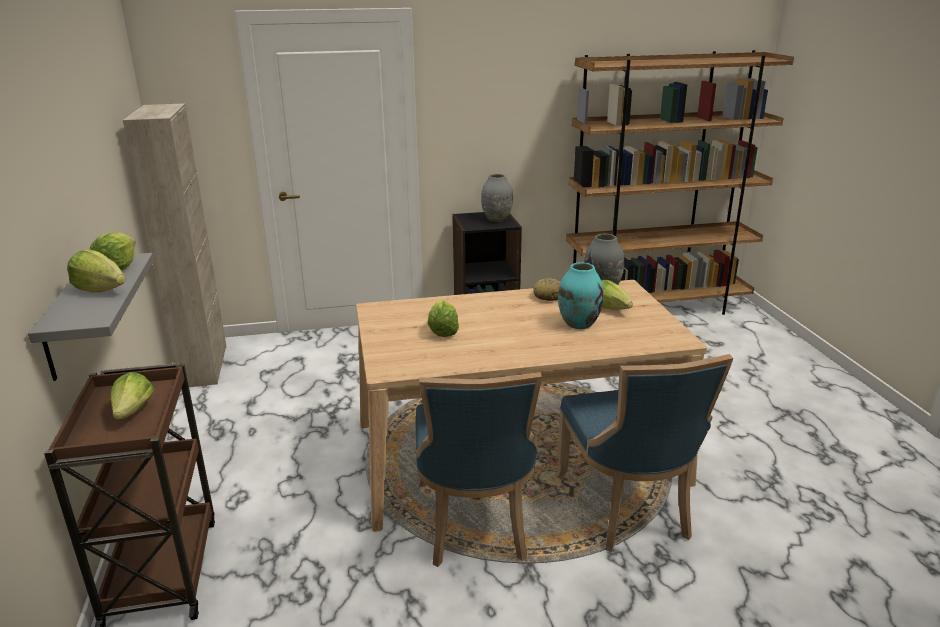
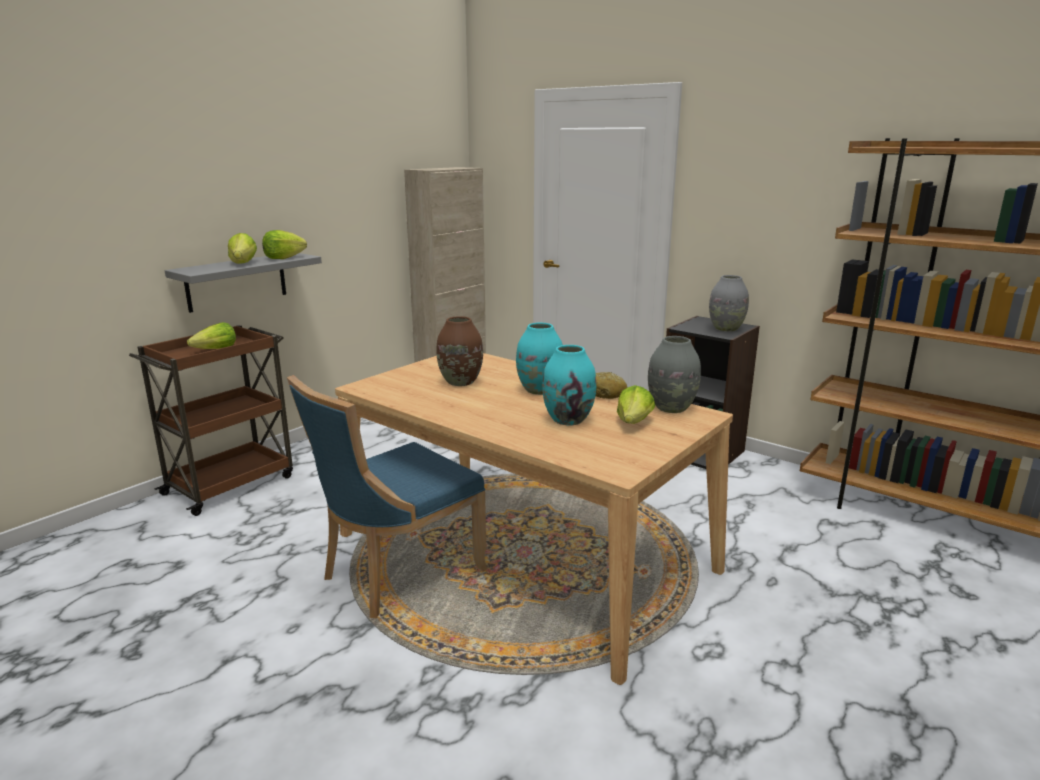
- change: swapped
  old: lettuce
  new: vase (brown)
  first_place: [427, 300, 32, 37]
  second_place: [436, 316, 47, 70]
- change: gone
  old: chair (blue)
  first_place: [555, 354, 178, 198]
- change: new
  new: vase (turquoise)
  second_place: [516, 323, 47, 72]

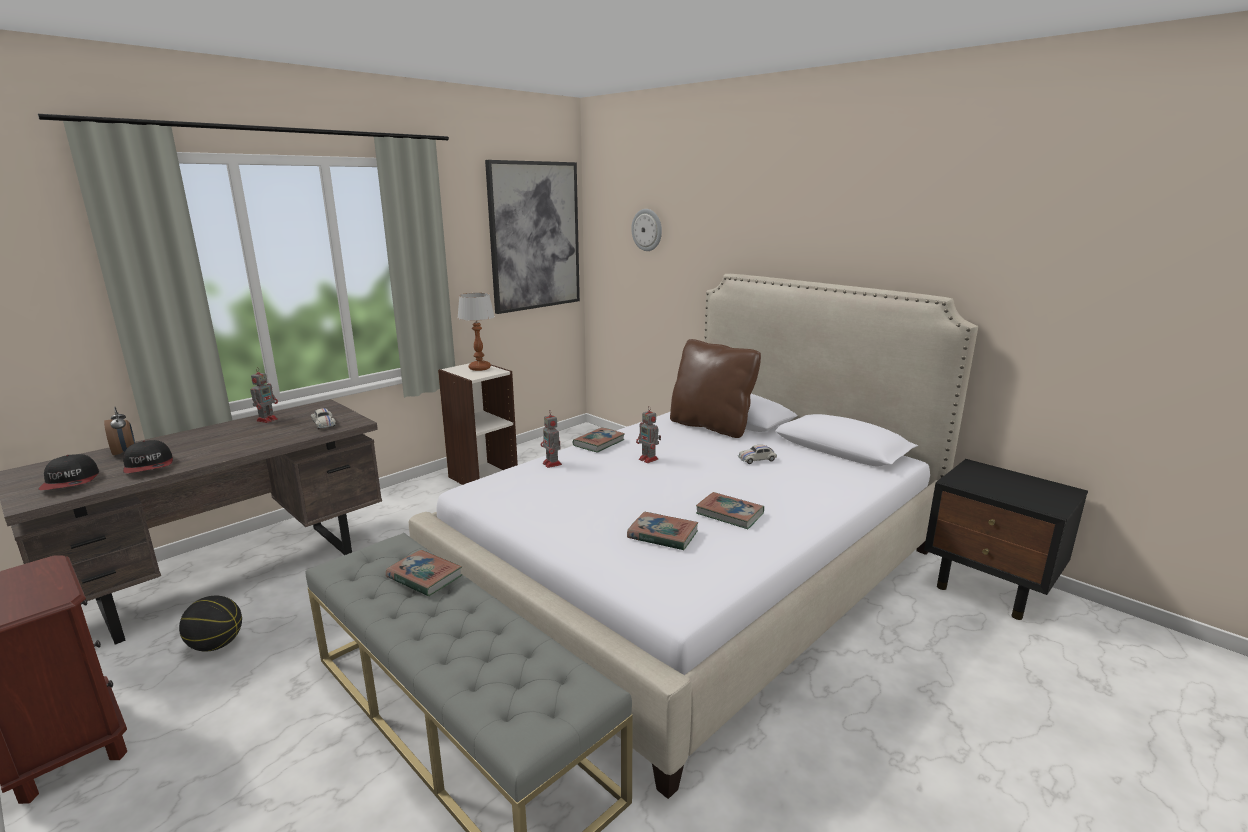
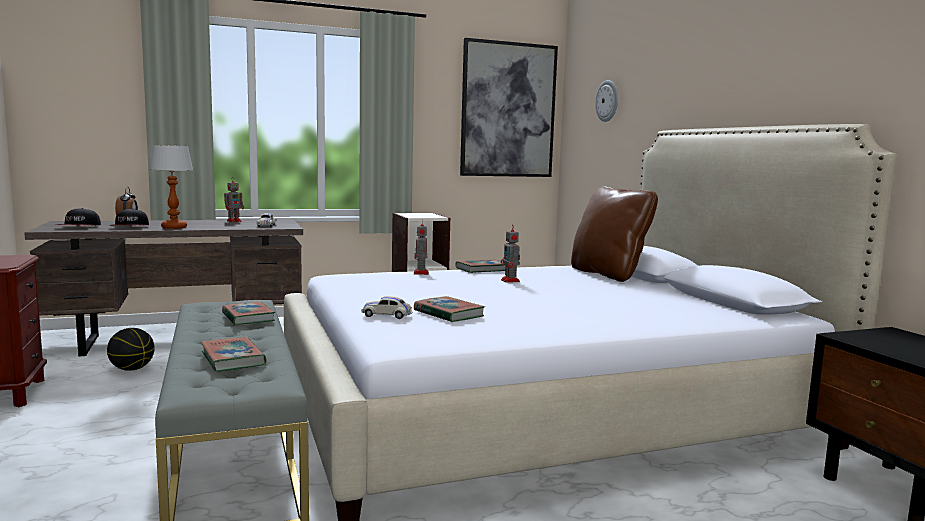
- change: shifted
  old: table lamp
  first_place: [457, 293, 38, 78]
  second_place: [150, 145, 43, 84]
- change: shifted
  old: toy car (white)
  first_place: [738, 445, 39, 19]
  second_place: [361, 296, 51, 23]
- change: shifted
  old: book
  first_place: [696, 492, 68, 37]
  second_place: [201, 337, 65, 35]

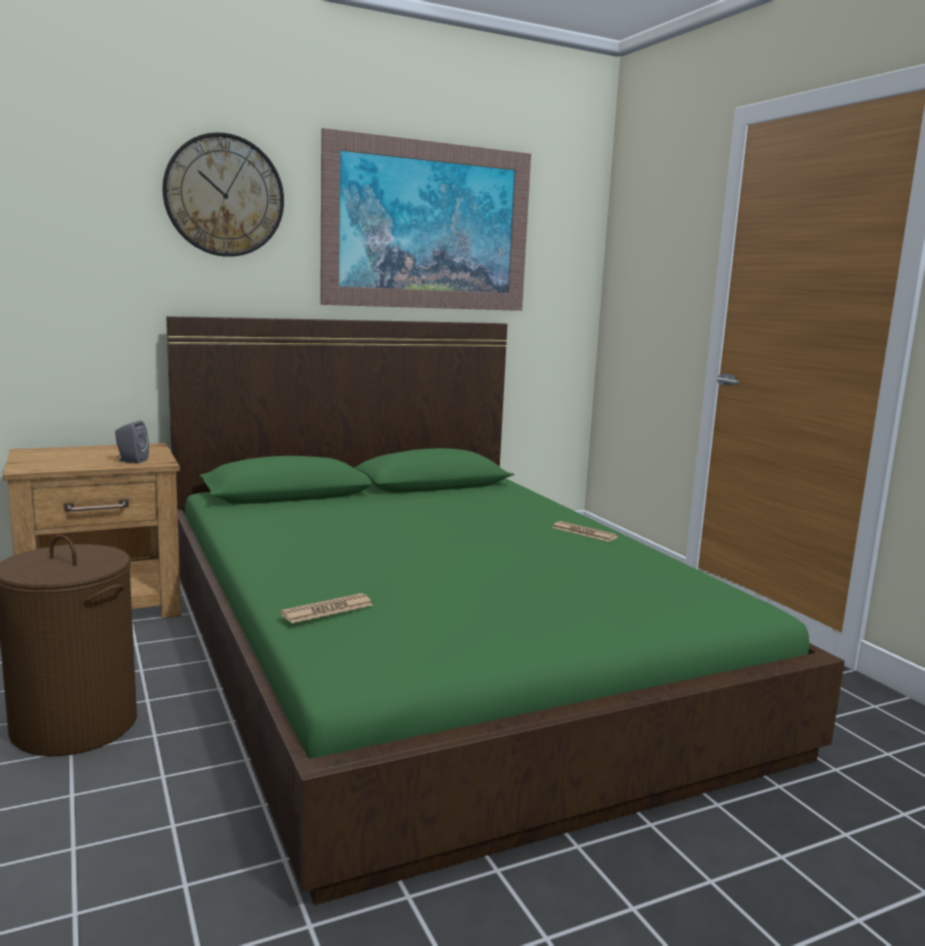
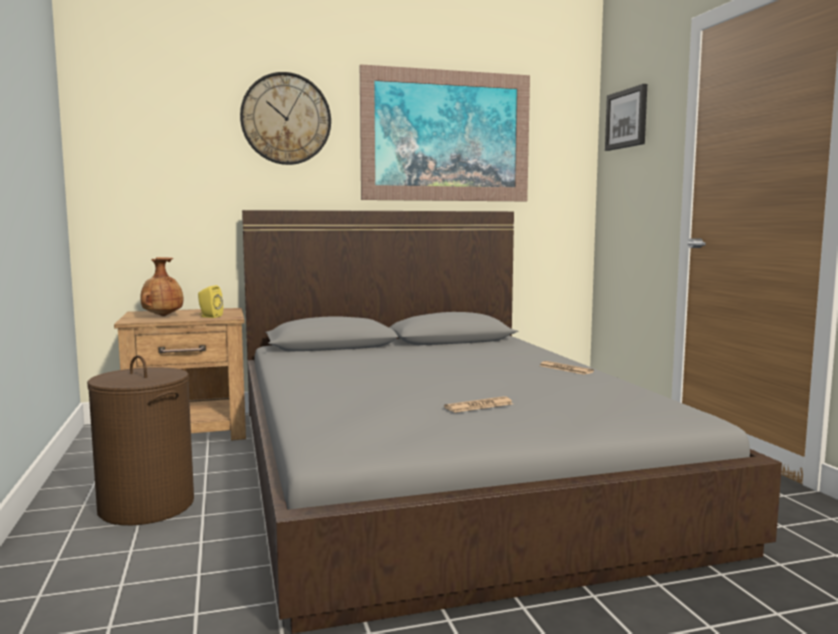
- change: repainted
  old: bed (green)
  new: bed (grey)
  first_place: [166, 316, 679, 589]
  second_place: [242, 210, 540, 424]
- change: repainted
  old: speaker (grey)
  new: speaker (yellow)
  first_place: [115, 420, 34, 44]
  second_place: [198, 285, 25, 33]
- change: shifted
  old: newspaper
  first_place: [280, 593, 92, 30]
  second_place: [444, 396, 69, 17]
- change: new
  new: picture
  second_place: [605, 84, 42, 67]
- change: new
  new: vase (brown)
  second_place: [140, 257, 43, 59]

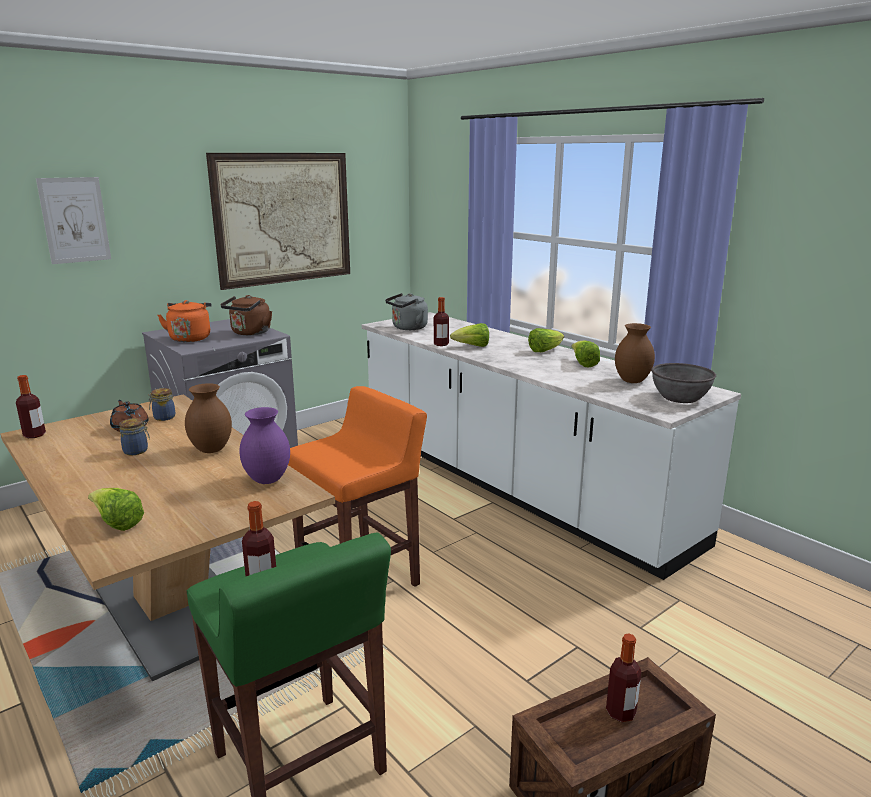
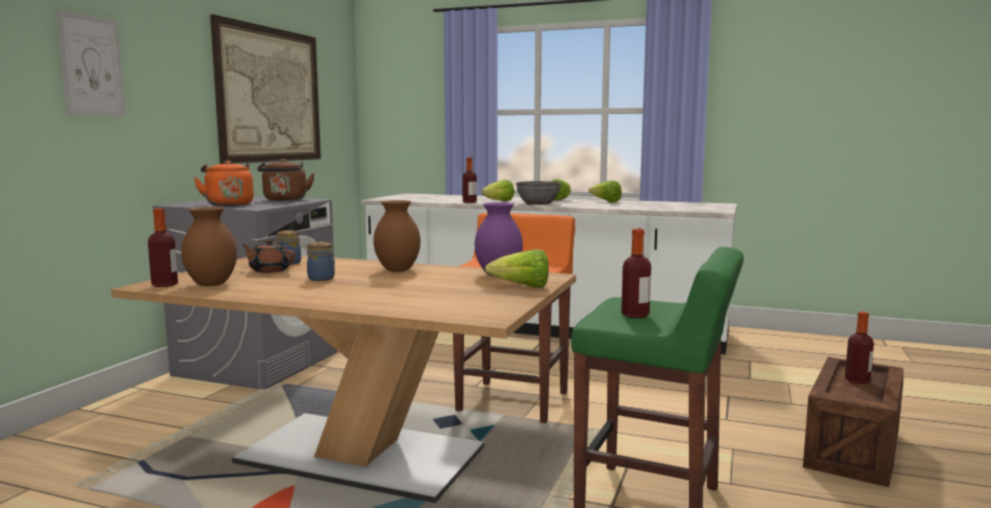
- change: gone
  old: kettle (grey)
  first_place: [385, 293, 43, 37]
- change: shifted
  old: vase (brown)
  first_place: [615, 323, 40, 60]
  second_place: [181, 207, 56, 79]
- change: shifted
  old: bowl (grey)
  first_place: [651, 363, 65, 40]
  second_place: [516, 181, 45, 24]
- change: shifted
  old: lettuce
  first_place: [88, 488, 56, 43]
  second_place: [485, 249, 64, 39]

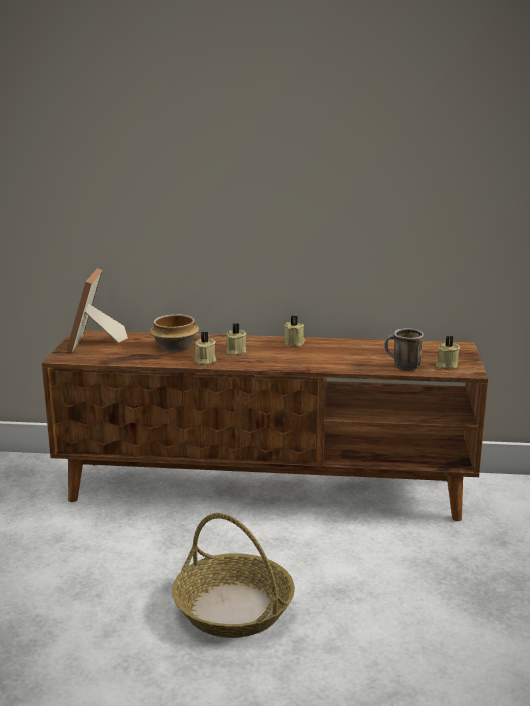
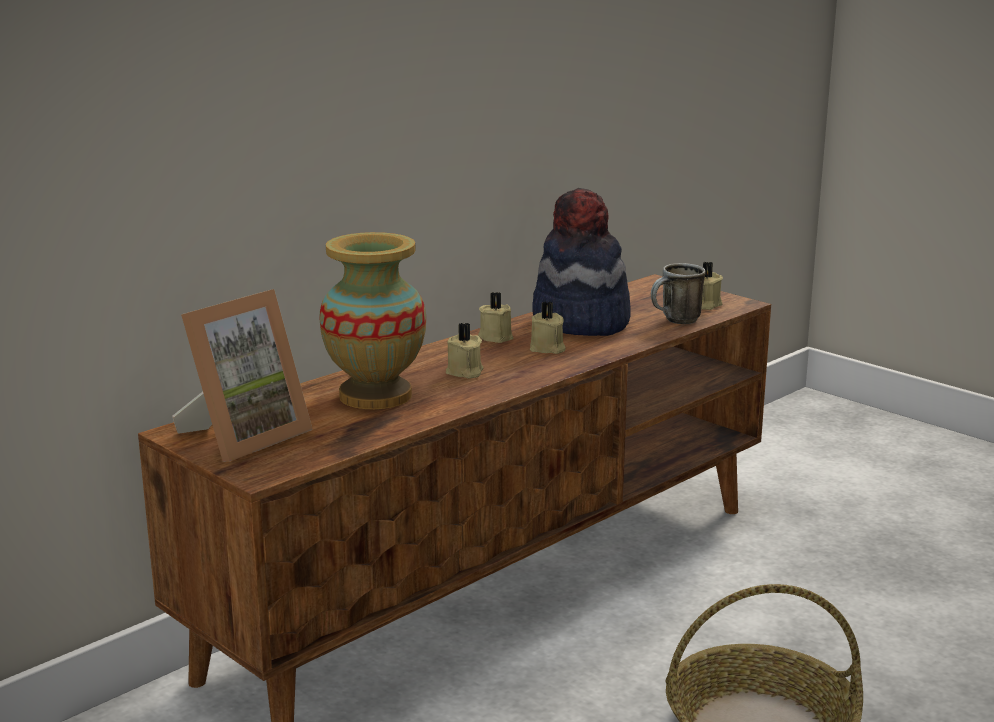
- change: rotated
  old: picture frame
  first_place: [66, 268, 62, 85]
  second_place: [172, 289, 141, 173]
  degrees: -90
- change: swapped
  old: bowl
  new: vase
  first_place: [150, 314, 49, 38]
  second_place: [319, 232, 107, 177]
- change: shifted
  old: candle (beige)
  first_place: [194, 332, 22, 33]
  second_place: [530, 302, 36, 52]
- change: new
  new: hat
  second_place: [532, 188, 99, 148]

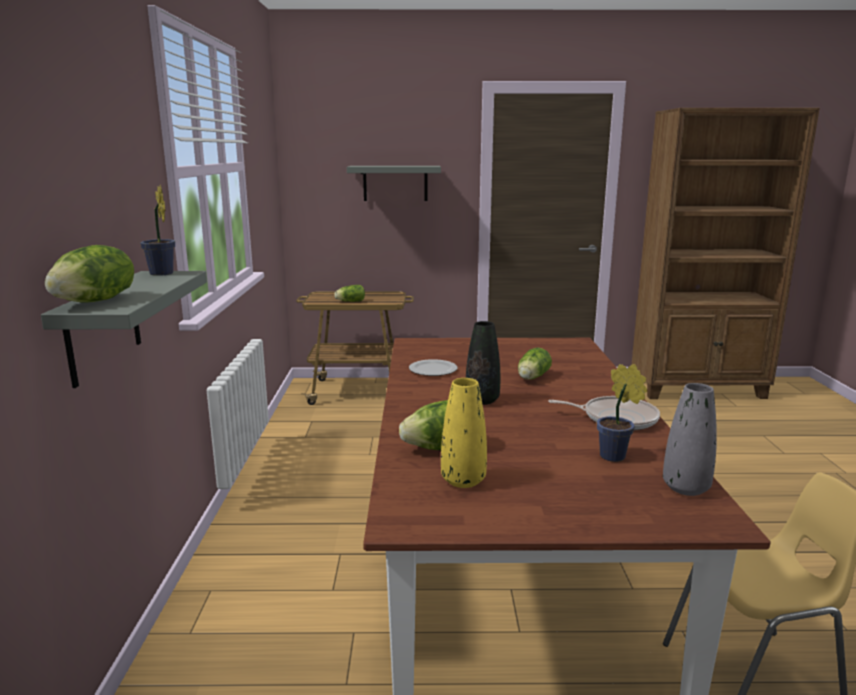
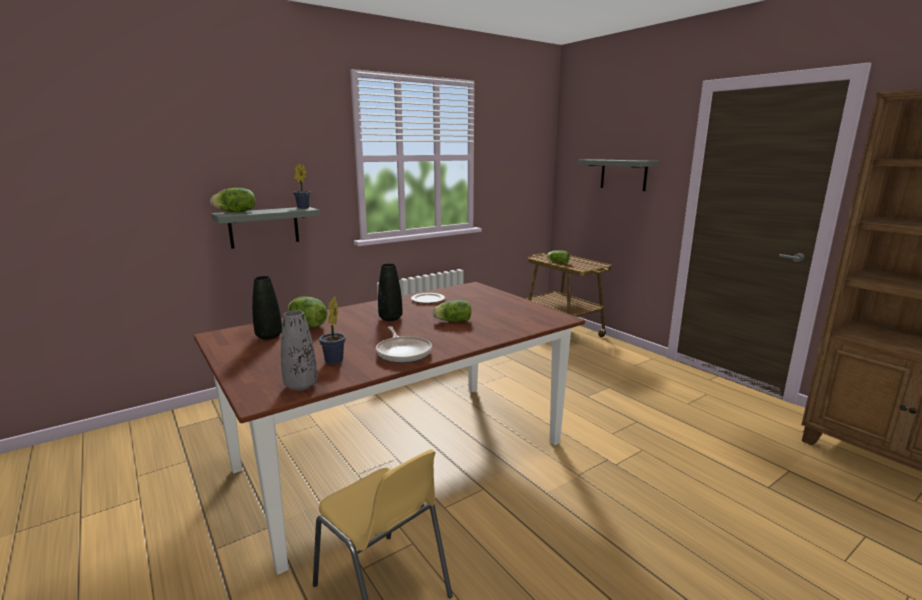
- change: repainted
  old: vase (yellow)
  new: vase (black)
  first_place: [441, 378, 46, 110]
  second_place: [252, 276, 30, 64]

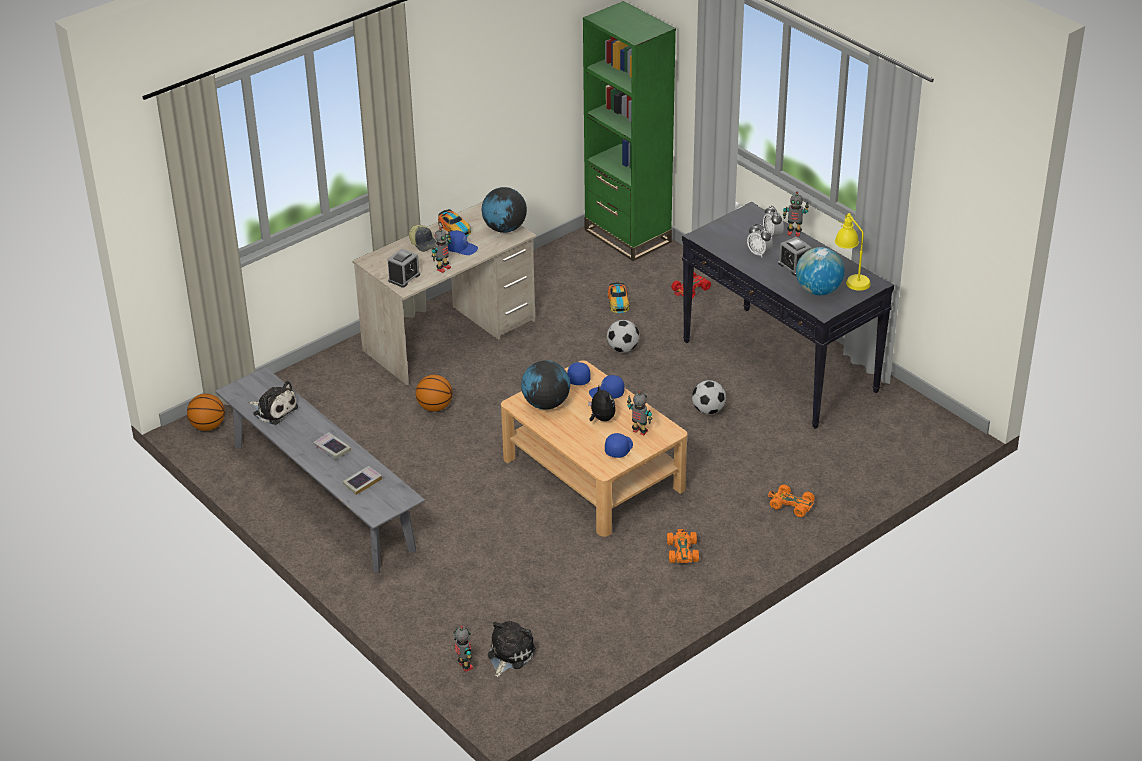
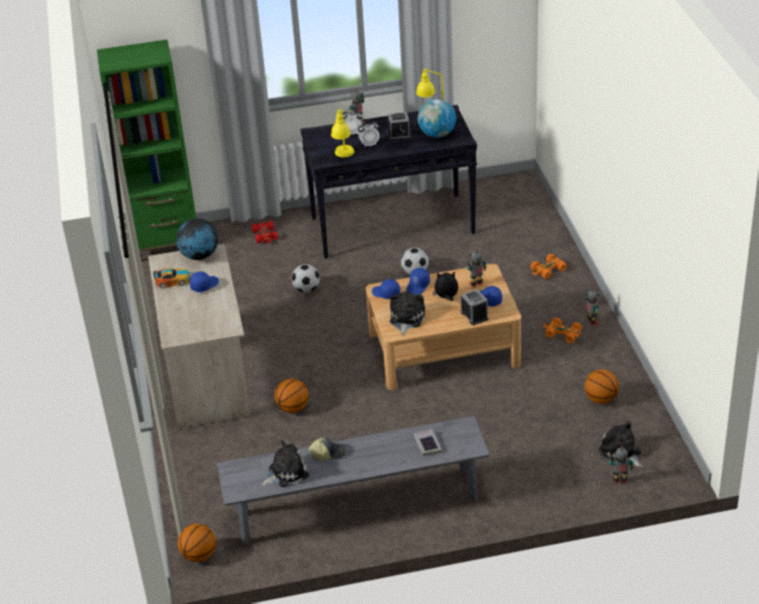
- change: shifted
  old: cap
  first_place: [409, 225, 28, 27]
  second_place: [309, 437, 37, 23]
- change: shifted
  old: toy robot
  first_place: [432, 227, 19, 46]
  second_place: [586, 288, 13, 37]
- change: shifted
  old: alarm clock
  first_place: [387, 248, 33, 40]
  second_place: [461, 289, 27, 36]
- change: gone
  old: toy car
  first_place: [607, 283, 23, 30]
- change: swapped
  old: globe
  new: plush toy
  first_place: [521, 360, 49, 50]
  second_place: [390, 292, 35, 43]
- change: gone
  old: book
  first_place: [314, 432, 37, 27]
- change: new
  new: table lamp (yellow)
  second_place: [331, 109, 23, 48]
- change: new
  new: basketball
  second_place: [585, 369, 34, 35]

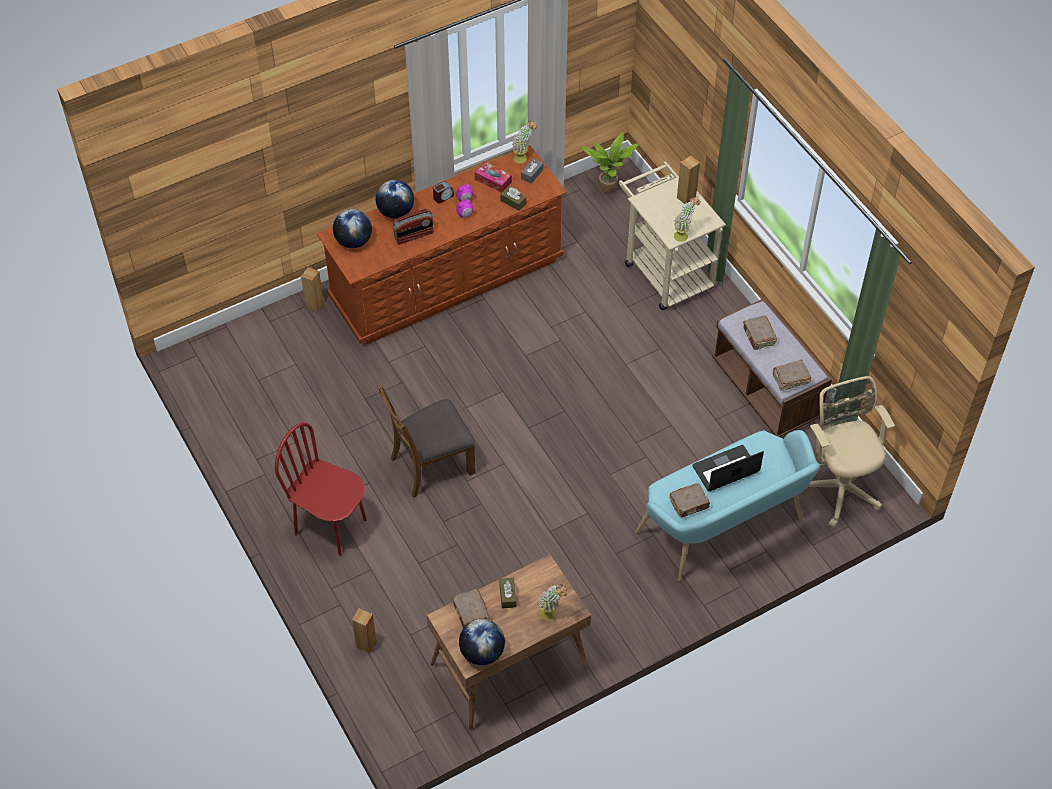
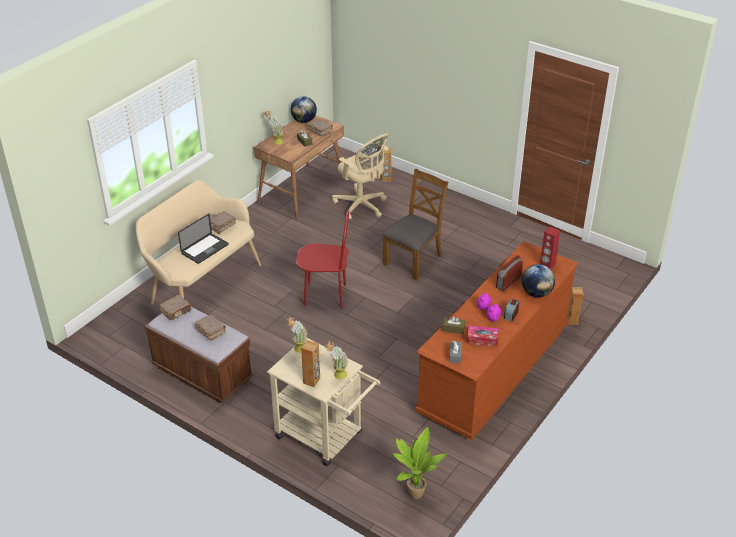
- change: shifted
  old: potted plant
  first_place: [512, 121, 25, 43]
  second_place: [325, 341, 23, 38]
- change: swapped
  old: globe
  new: speaker (red)
  first_place: [333, 209, 39, 39]
  second_place: [540, 227, 20, 42]
- change: shifted
  old: office chair (beige)
  first_place: [805, 376, 90, 152]
  second_place: [332, 133, 57, 86]
- change: shifted
  old: chair (red)
  first_place: [275, 422, 91, 134]
  second_place: [296, 210, 53, 99]
- change: repainted
  old: bench (turquoise)
  new: bench (beige)
  first_place: [635, 430, 185, 152]
  second_place: [135, 180, 126, 125]

